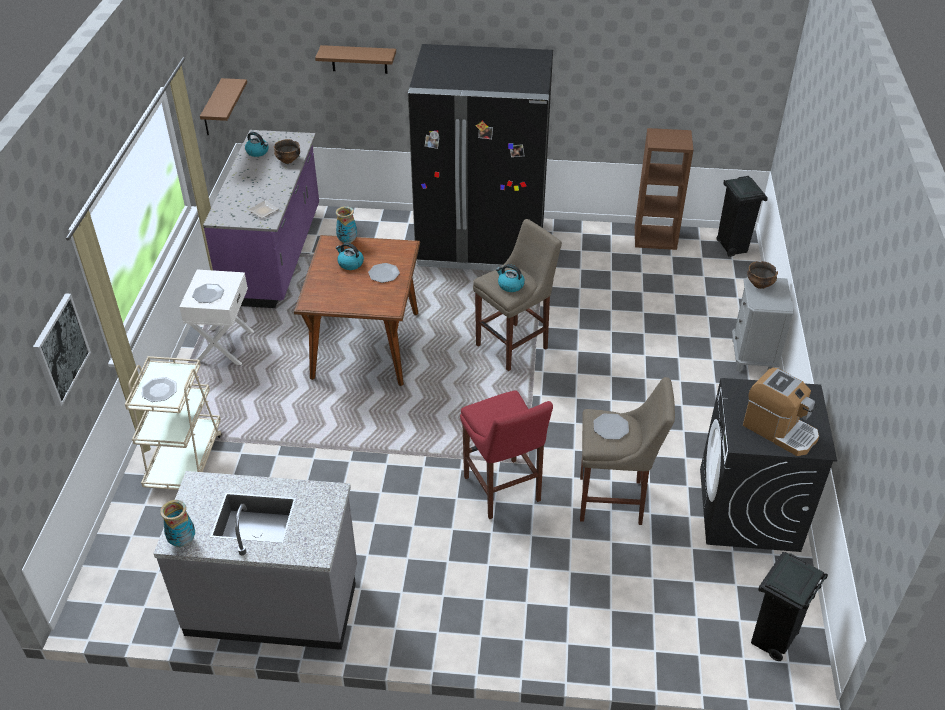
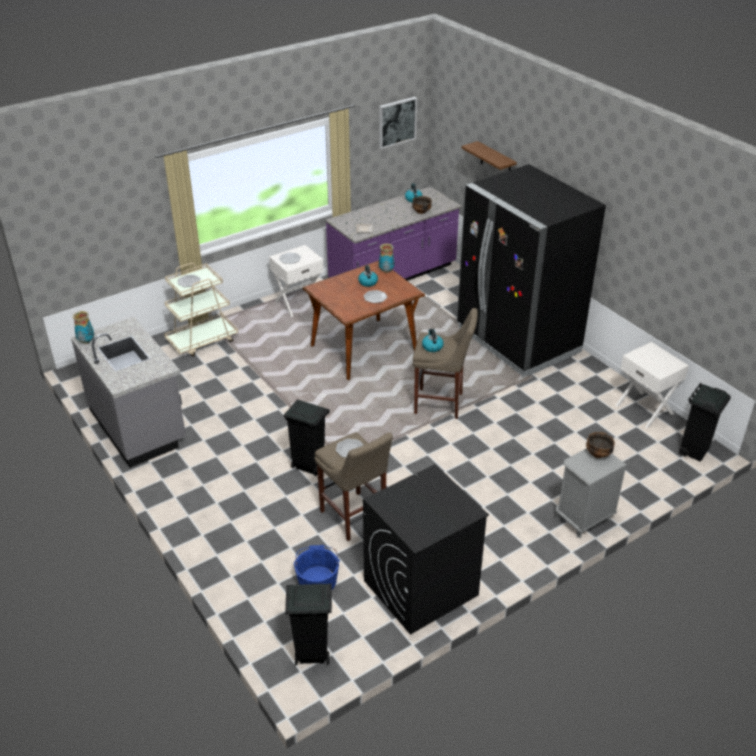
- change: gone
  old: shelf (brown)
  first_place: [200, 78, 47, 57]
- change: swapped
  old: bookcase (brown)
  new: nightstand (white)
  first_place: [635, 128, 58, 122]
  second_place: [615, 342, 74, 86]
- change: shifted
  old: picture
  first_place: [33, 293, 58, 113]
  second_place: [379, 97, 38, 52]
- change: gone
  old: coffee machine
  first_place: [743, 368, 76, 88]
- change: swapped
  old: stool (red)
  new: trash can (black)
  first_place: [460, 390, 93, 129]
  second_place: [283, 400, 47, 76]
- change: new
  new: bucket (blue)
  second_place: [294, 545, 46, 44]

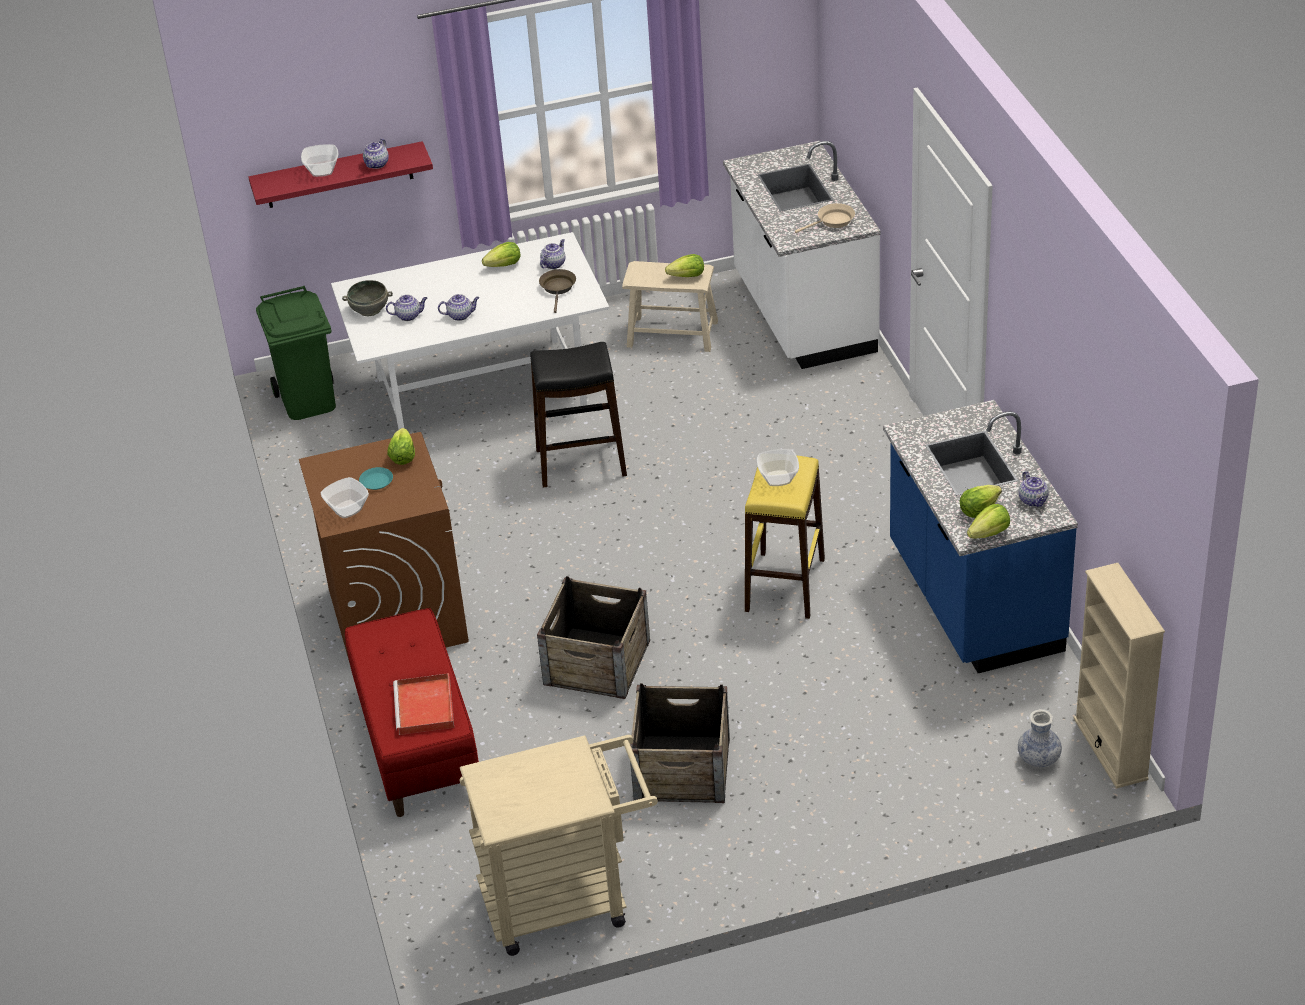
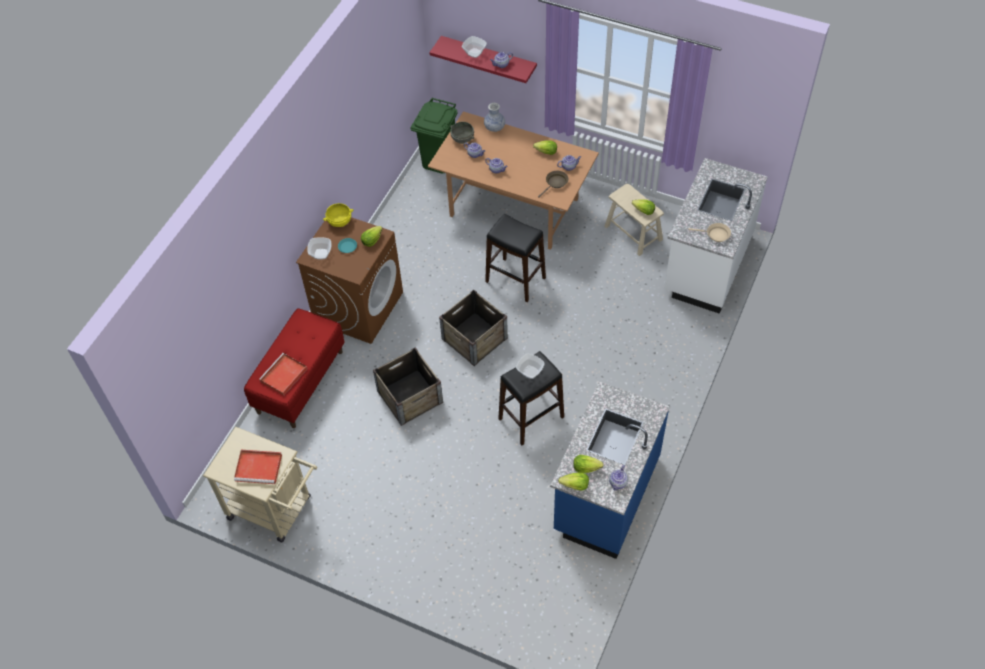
- change: repainted
  old: dining table (white)
  new: dining table (brown)
  first_place: [331, 232, 278, 198]
  second_place: [428, 111, 171, 139]
- change: repainted
  old: stool (yellow)
  new: stool (black)
  first_place: [745, 455, 80, 164]
  second_place: [498, 351, 66, 94]
- change: gone
  old: bookcase (beige)
  first_place: [1073, 563, 92, 226]
- change: shifted
  old: crate
  first_place: [630, 683, 100, 120]
  second_place: [439, 290, 69, 76]
- change: shifted
  old: vase
  first_place: [1018, 709, 44, 58]
  second_place: [484, 102, 21, 30]
- change: new
  new: bowl (yellow)
  second_place: [323, 203, 31, 24]
- change: new
  new: tray (red)
  second_place: [234, 450, 48, 34]

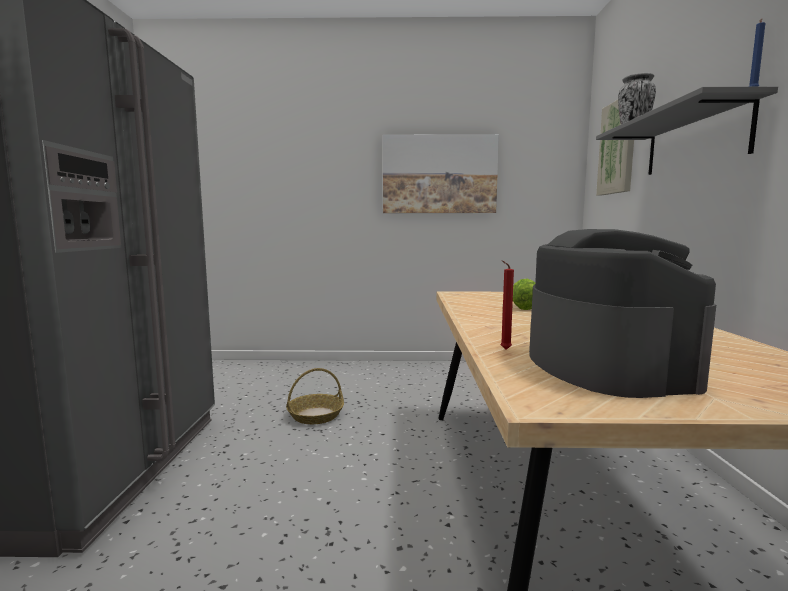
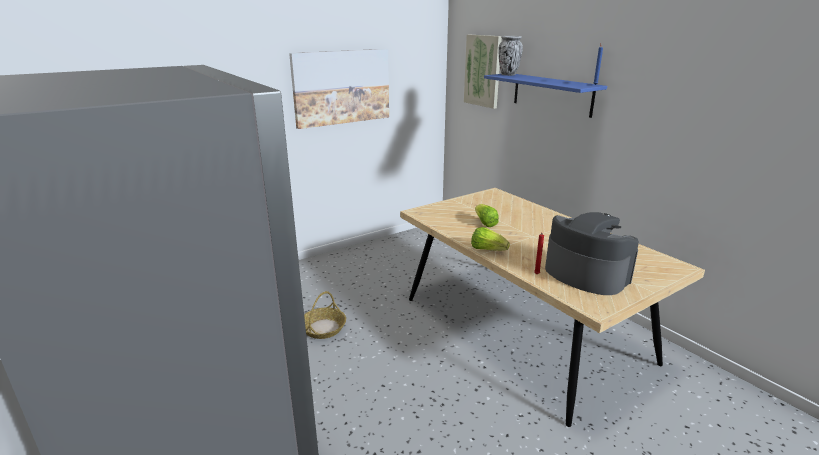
- change: repainted
  old: shelf (grey)
  new: shelf (blue)
  first_place: [596, 86, 182, 89]
  second_place: [484, 74, 123, 44]
- change: new
  new: lettuce
  second_place: [471, 227, 39, 24]

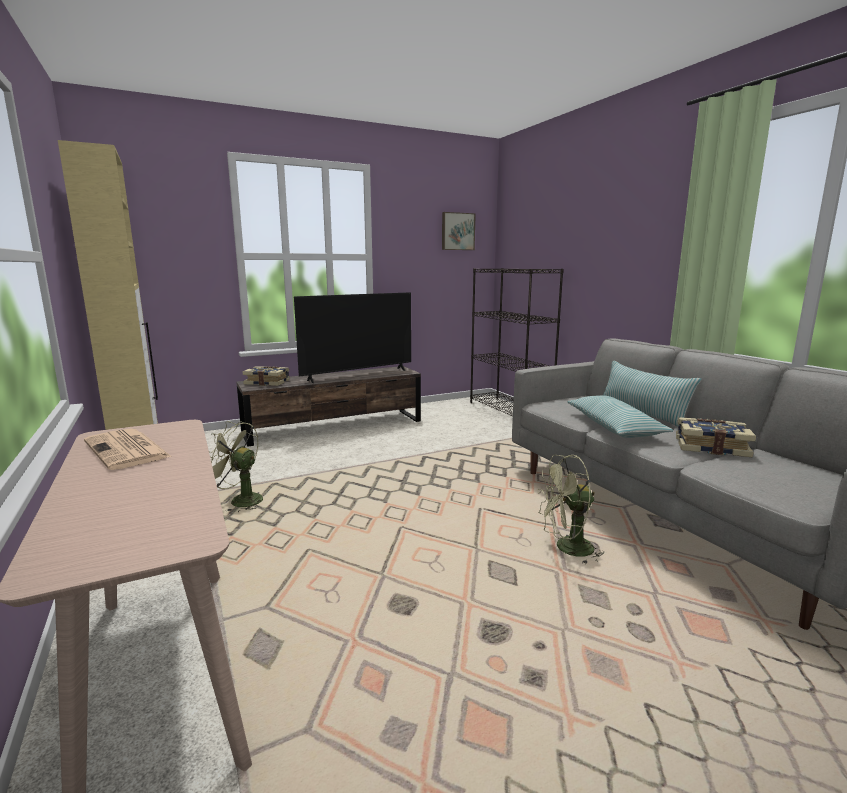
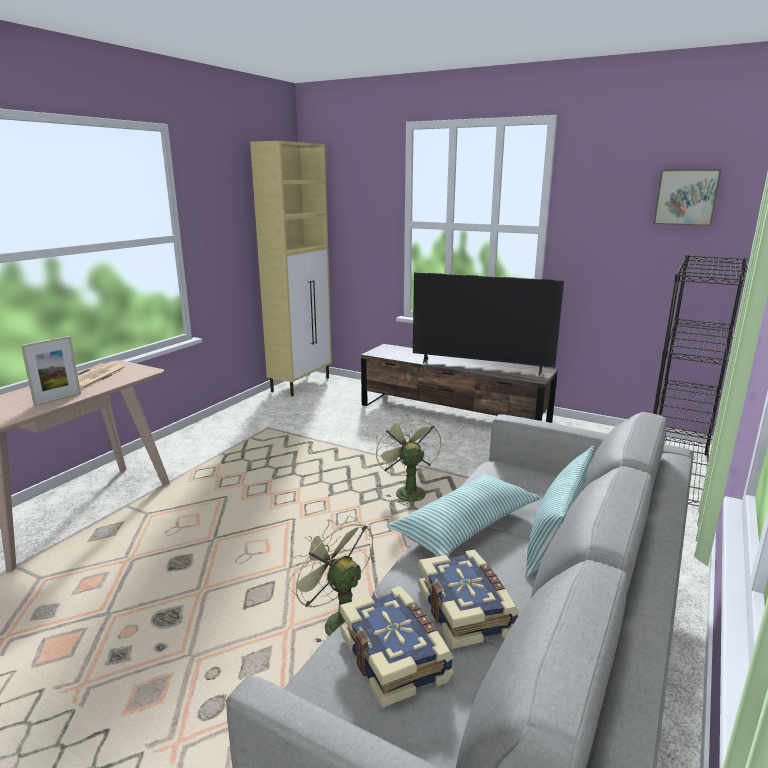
- change: shifted
  old: book
  first_place: [243, 366, 47, 20]
  second_place: [340, 586, 114, 122]
- change: shifted
  old: fan (green)
  first_place: [210, 421, 53, 91]
  second_place: [375, 414, 66, 91]
- change: new
  new: picture frame
  second_place: [21, 336, 60, 70]

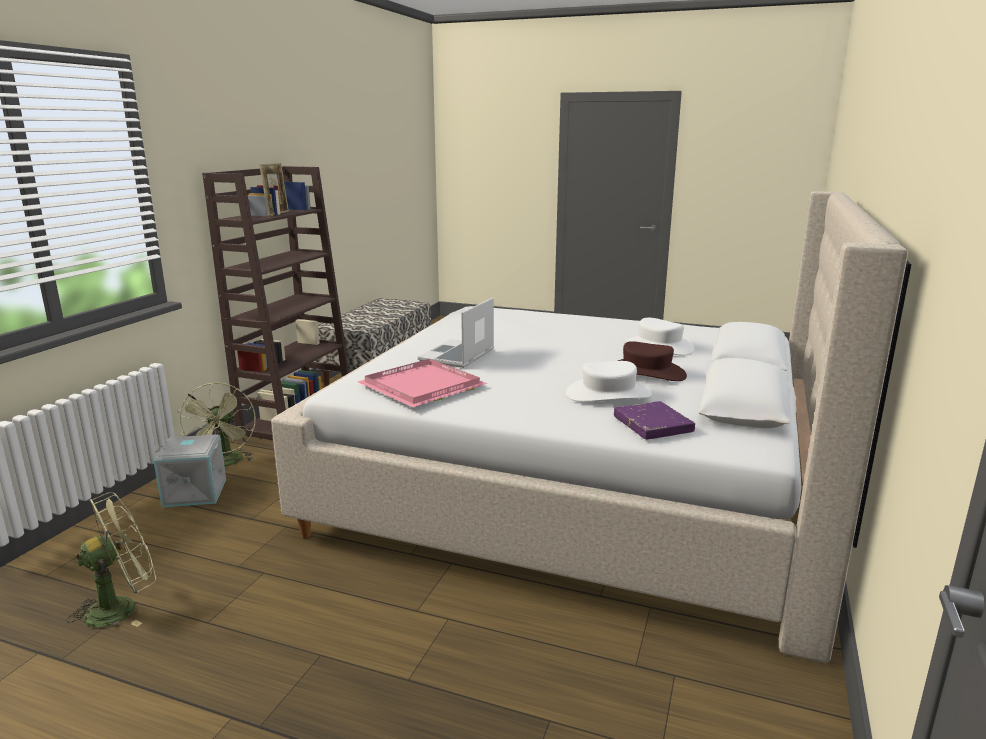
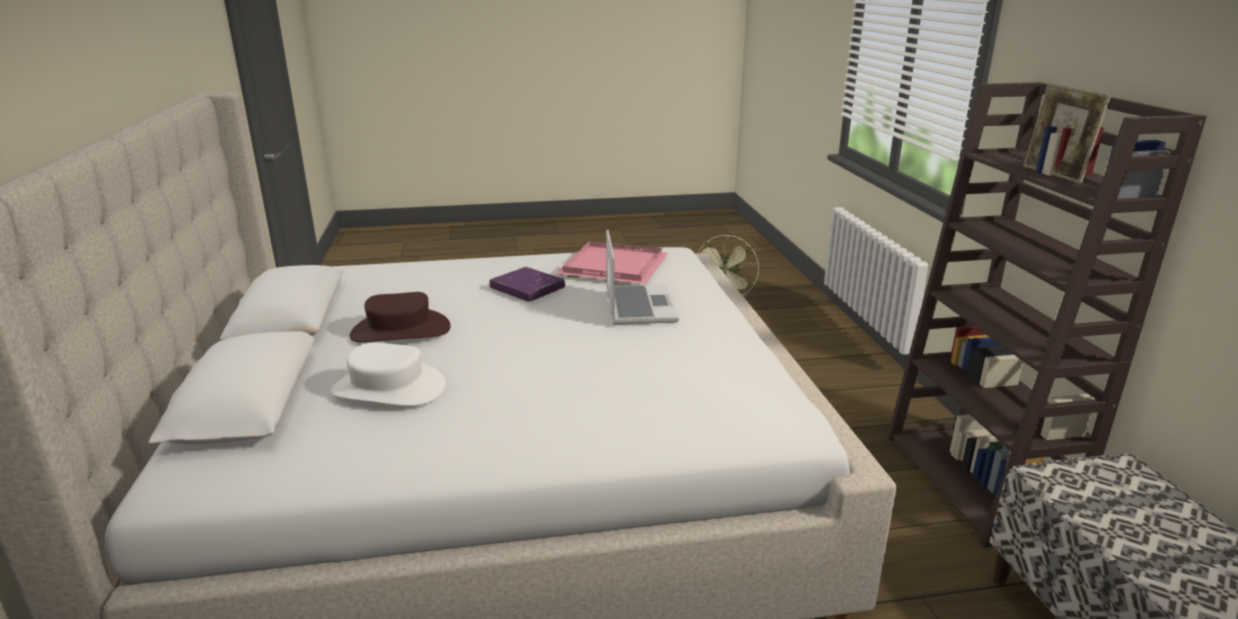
- change: gone
  old: hat (white)
  first_place: [566, 361, 86, 41]
- change: gone
  old: fan (green)
  first_place: [177, 383, 79, 83]
- change: shifted
  old: book (purple)
  first_place: [614, 401, 81, 39]
  second_place: [490, 267, 75, 35]
- change: gone
  old: storage box (grey)
  first_place: [153, 435, 73, 73]

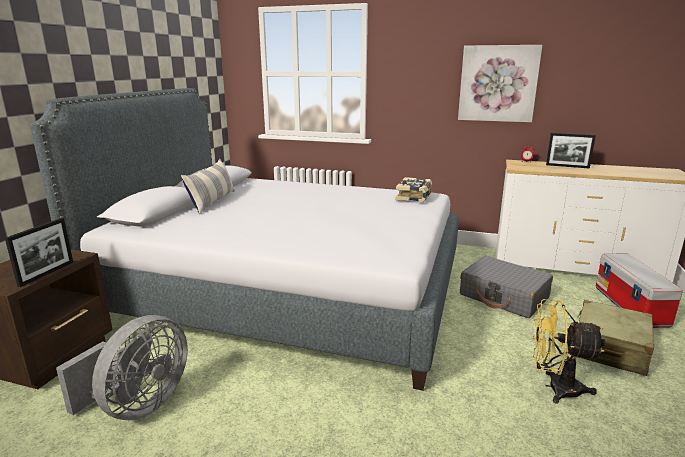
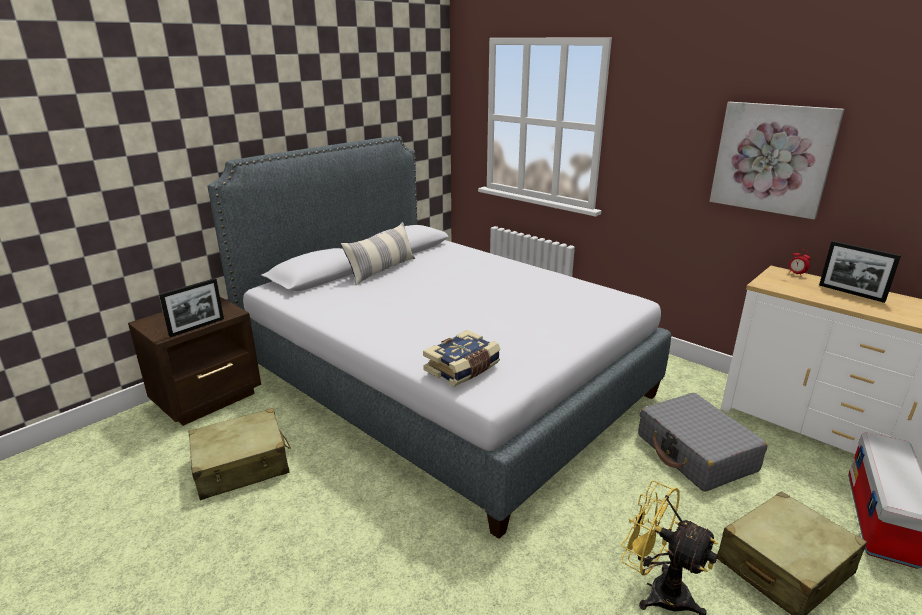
- change: shifted
  old: book
  first_place: [396, 177, 36, 26]
  second_place: [423, 330, 77, 57]
- change: swapped
  old: fan (grey)
  new: suitcase (beige)
  first_place: [56, 315, 132, 105]
  second_place: [189, 408, 102, 92]

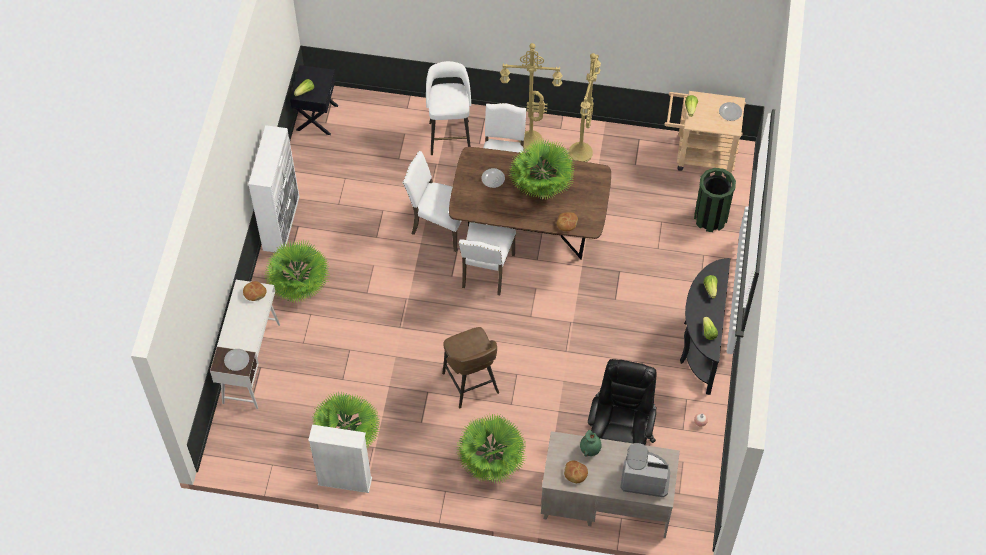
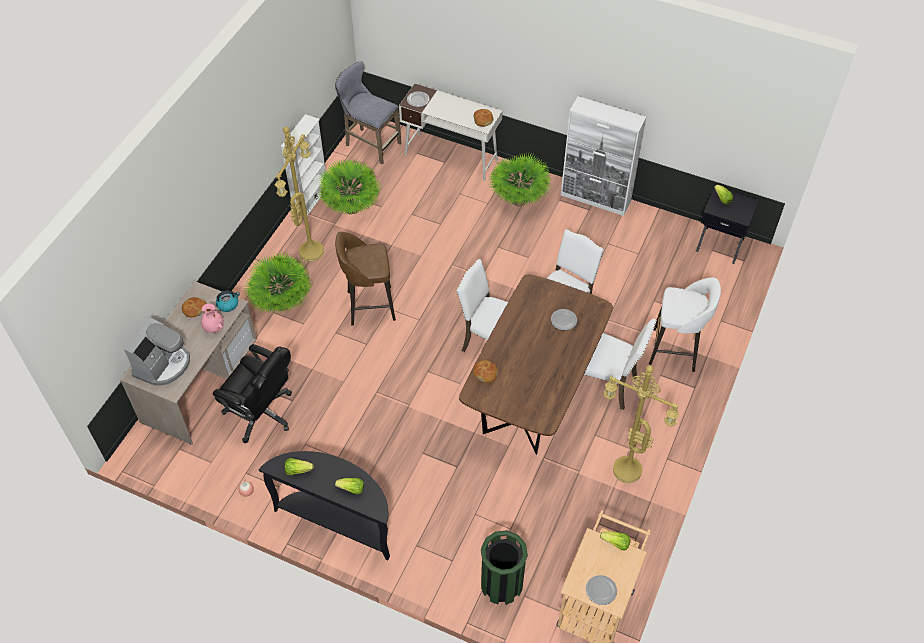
- change: shifted
  old: floor lamp (yellow)
  first_place: [500, 43, 63, 107]
  second_place: [275, 127, 49, 135]
- change: gone
  old: potted plant
  first_place: [509, 138, 66, 61]
- change: repainted
  old: vase (green)
  new: vase (pink)
  first_place: [580, 430, 21, 27]
  second_place: [201, 304, 23, 29]
- change: new
  new: stool (grey)
  second_place: [335, 61, 66, 104]
- change: new
  new: kettle
  second_place: [216, 291, 24, 21]

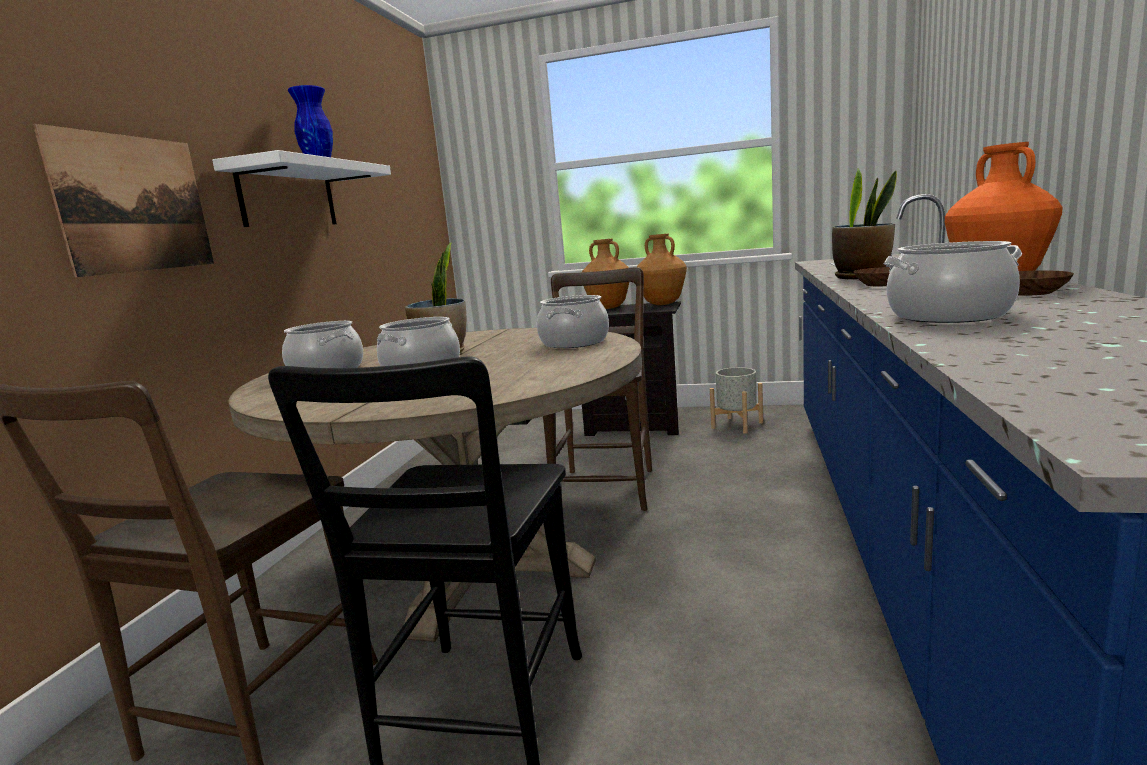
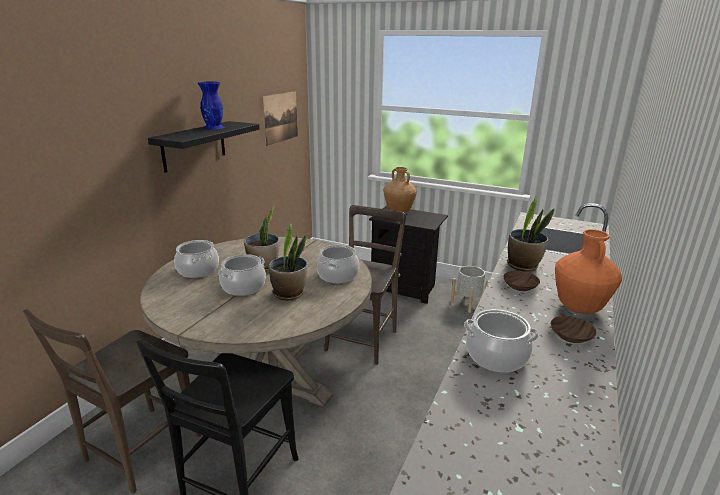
- change: shifted
  old: picture
  first_place: [33, 124, 181, 153]
  second_place: [262, 91, 36, 55]
- change: repainted
  old: shelf (white)
  new: shelf (black)
  first_place: [212, 150, 179, 77]
  second_place: [148, 121, 112, 52]
- change: gone
  old: vase (brown)
  first_place: [637, 234, 50, 71]
- change: new
  new: potted plant
  second_place: [269, 223, 39, 77]

